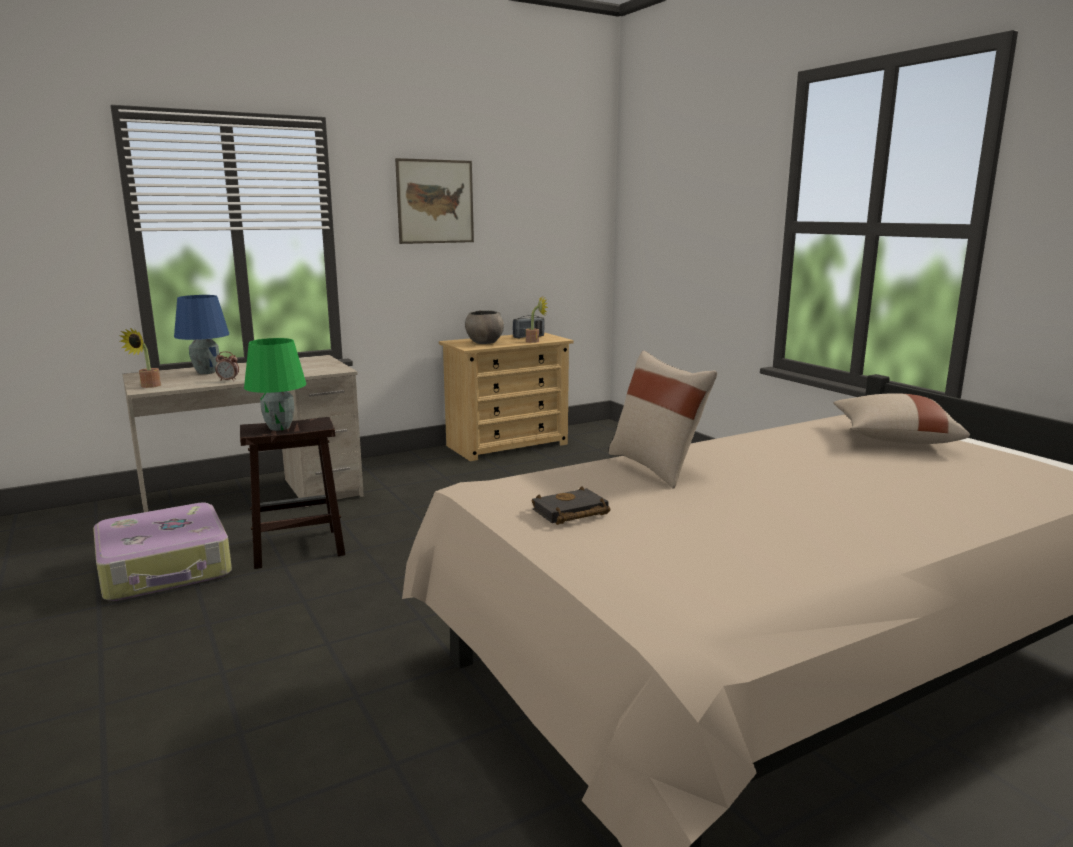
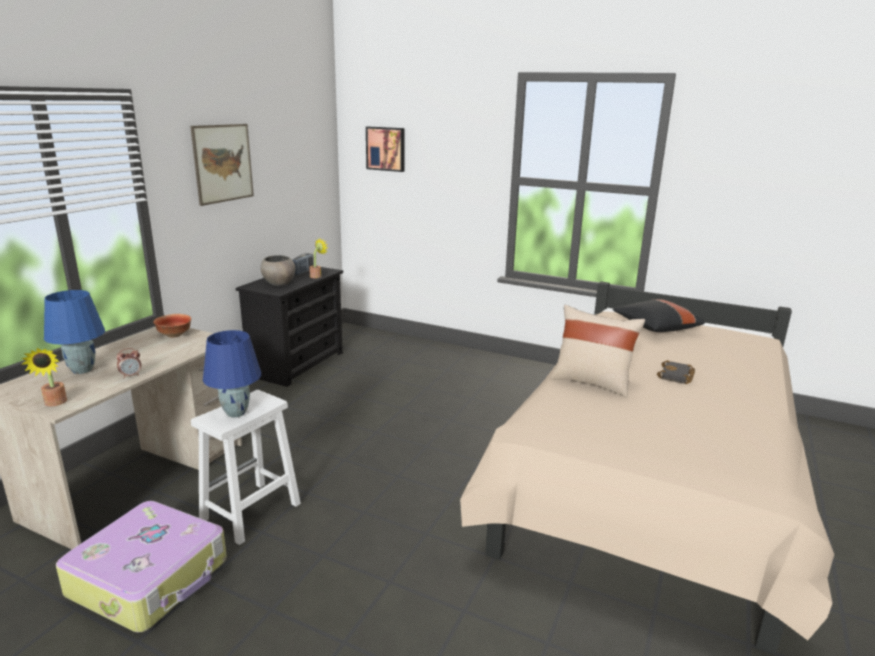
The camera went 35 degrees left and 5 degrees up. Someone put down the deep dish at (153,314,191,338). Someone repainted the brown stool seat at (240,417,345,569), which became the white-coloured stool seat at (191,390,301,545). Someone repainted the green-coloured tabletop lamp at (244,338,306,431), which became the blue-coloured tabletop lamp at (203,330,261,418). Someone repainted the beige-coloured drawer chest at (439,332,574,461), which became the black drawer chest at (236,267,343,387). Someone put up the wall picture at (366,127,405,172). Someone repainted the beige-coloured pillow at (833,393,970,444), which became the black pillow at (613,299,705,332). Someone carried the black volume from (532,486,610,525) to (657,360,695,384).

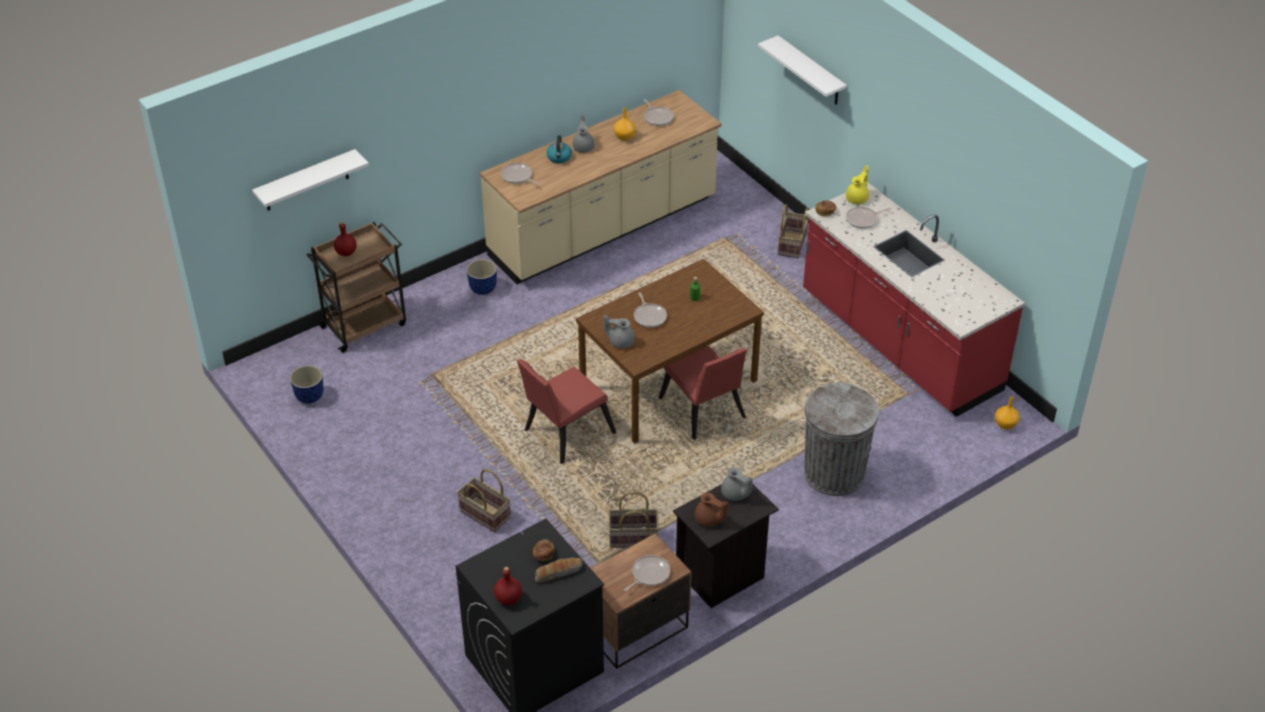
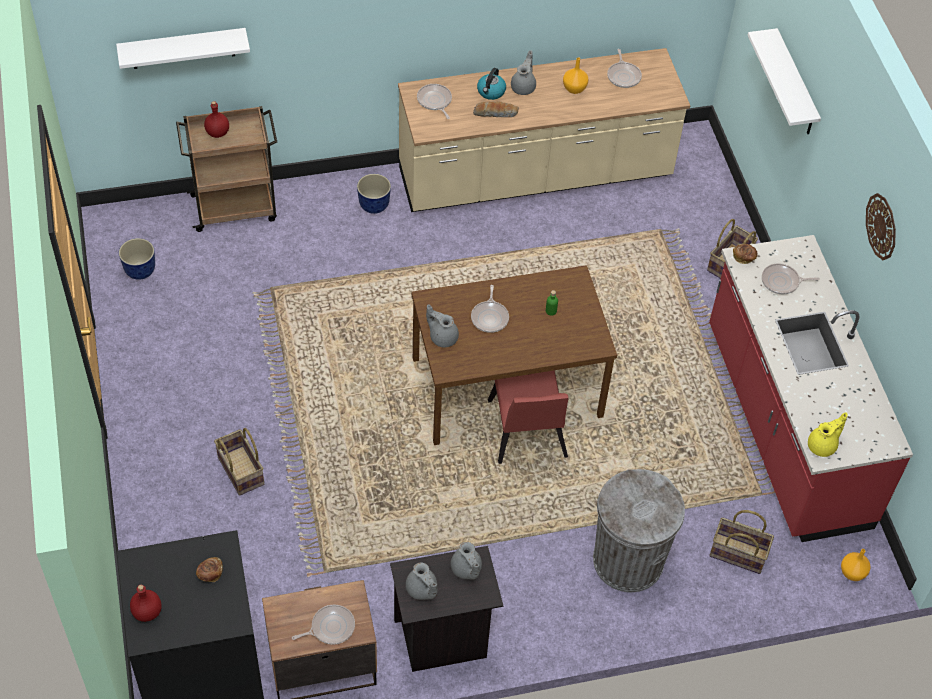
The camera went 20 degrees right and 10 degrees up. Someone repainted the brown pot for tea at (695,493,728,527), which became the greyish pot for tea at (406,563,437,600). Someone carried the bakery bread from (535,558,583,583) to (473,102,519,117). Someone carried the household basket from (608,491,659,548) to (709,510,774,574). Someone carried the yellow-coloured pot for tea from (846,165,869,204) to (808,412,848,457). Someone put up the hanging clock at (866,193,896,260). Someone took away the reddish upright chair at (517,359,617,464).

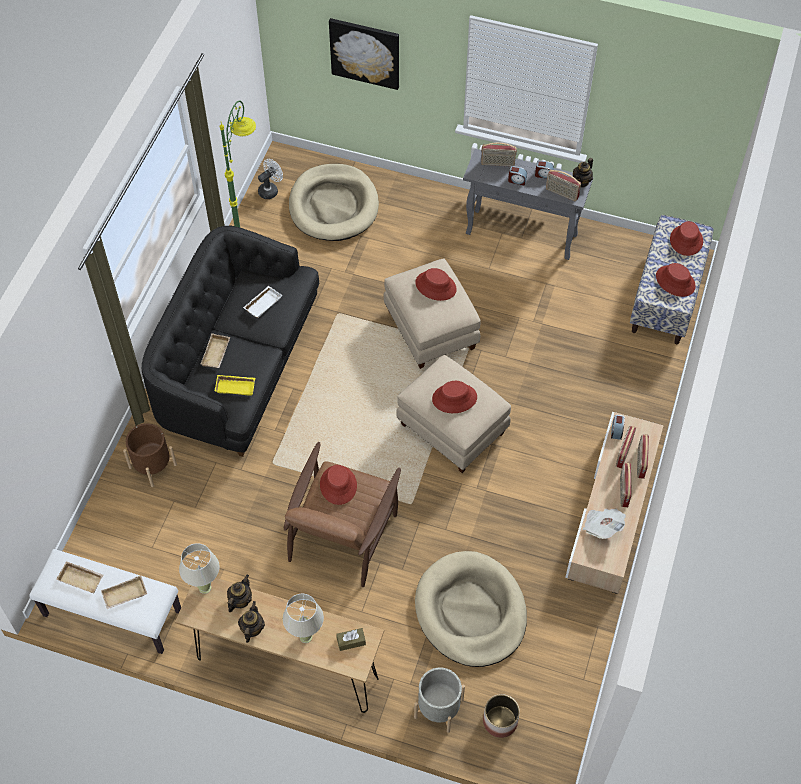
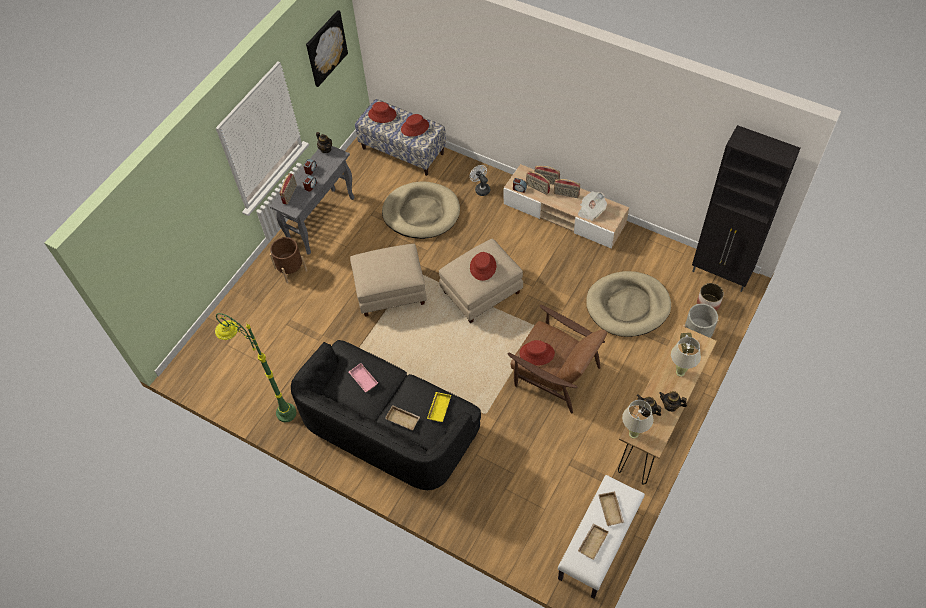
The camera went 75 degrees left and 0 degrees up. Someone carried the brown plant pot from (123,423,177,487) to (270,237,307,283). Someone carried the wall picture from (329,18,399,90) to (306,10,348,87). Someone repainted the white-coloured serving tray at (243,286,282,318), which became the pink-coloured serving tray at (349,363,378,392). Someone carried the beige-coloured pet bed from (289,164,379,241) to (382,181,460,239). Someone carried the white-coloured fan from (258,159,283,199) to (470,165,490,196). Someone put down the black cupboard at (692,125,800,292). Someone took away the reddish clothing hat at (415,268,457,301). Someone took away the radio at (546,170,581,201).

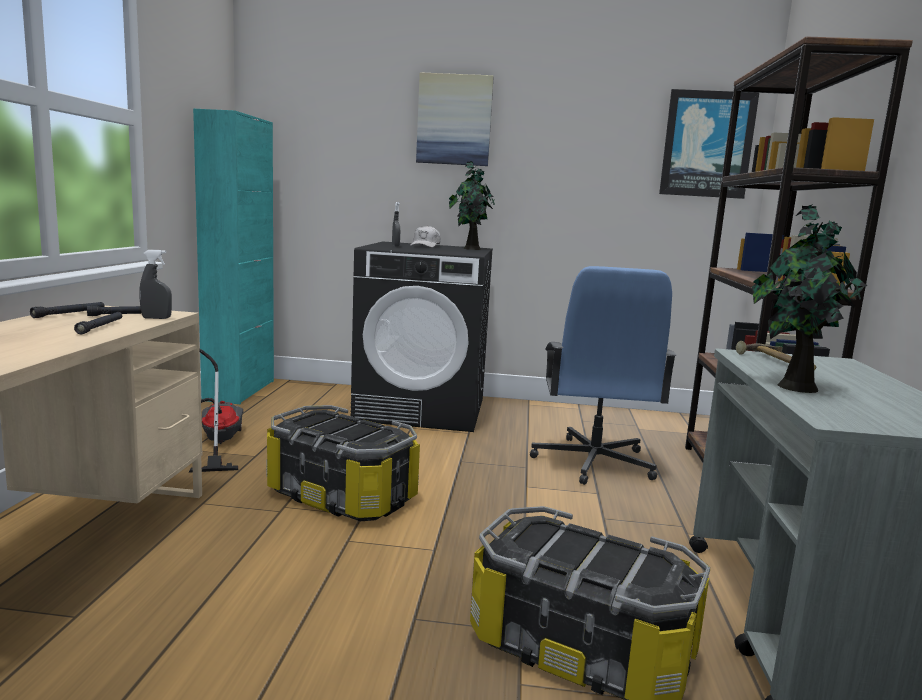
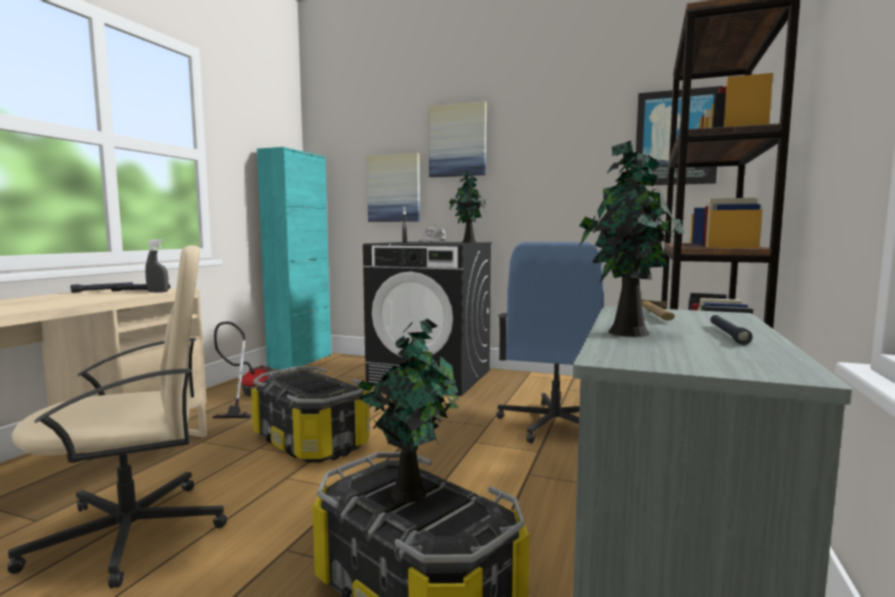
The camera went 15 degrees right and 5 degrees down. Someone put down the beige-coloured desk chair at (7,245,227,588). Someone put down the houseplant at (358,319,460,503). Someone put up the wall picture at (367,153,420,222). Someone carried the black torch from (74,312,122,334) to (710,315,753,345).

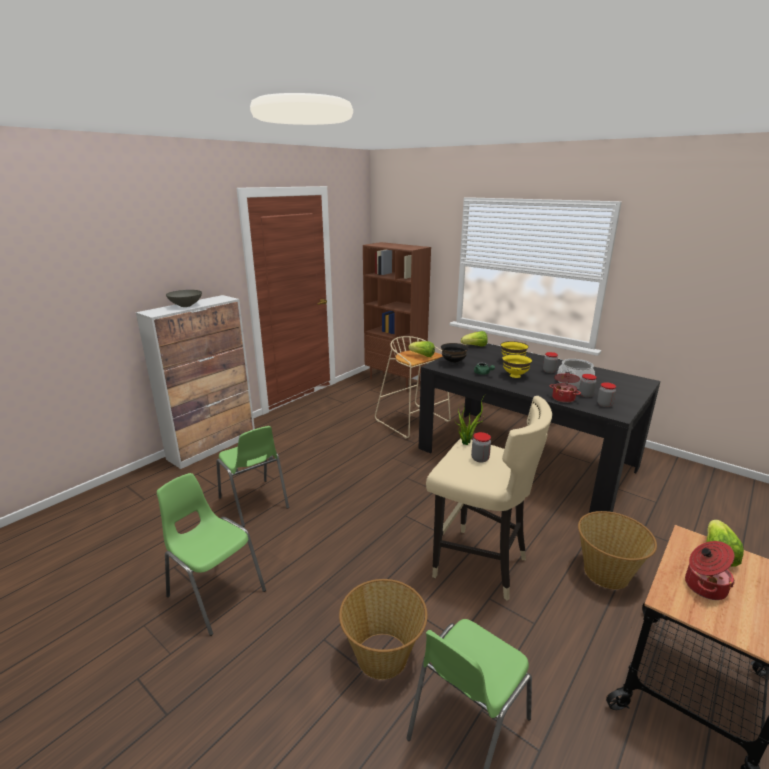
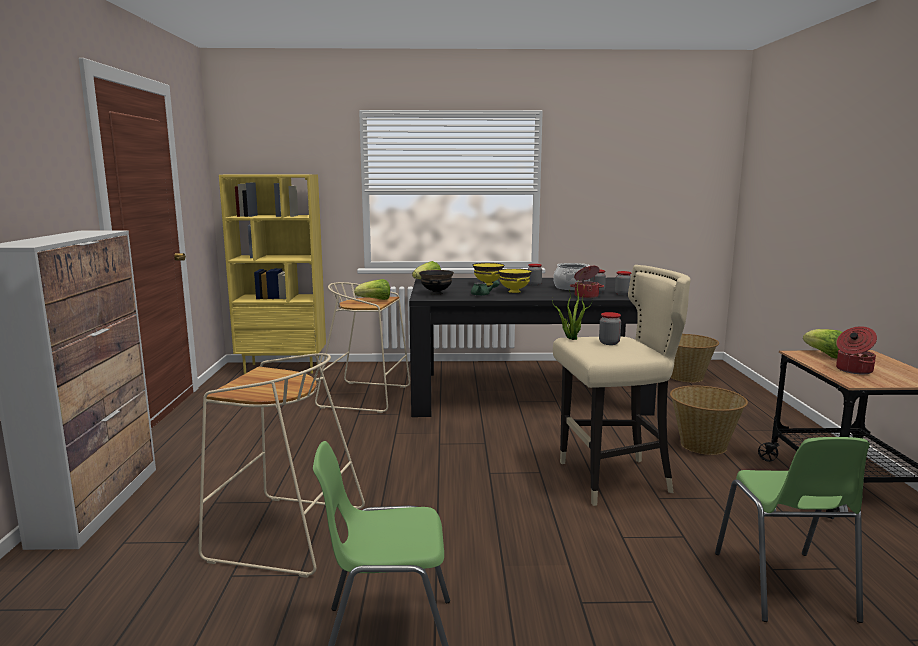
The camera went 40 degrees left and 10 degrees down. Someone swapped the green-coloured upright chair at (216,426,289,527) for the beige-coloured stool seat at (198,353,365,578). Someone repainted the brown shelving unit at (363,242,431,391), which became the yellow-coloured shelving unit at (219,175,326,374). Someone carried the household basket from (339,579,428,680) to (671,334,719,382). Someone took away the greyish deep dish at (166,290,202,307).

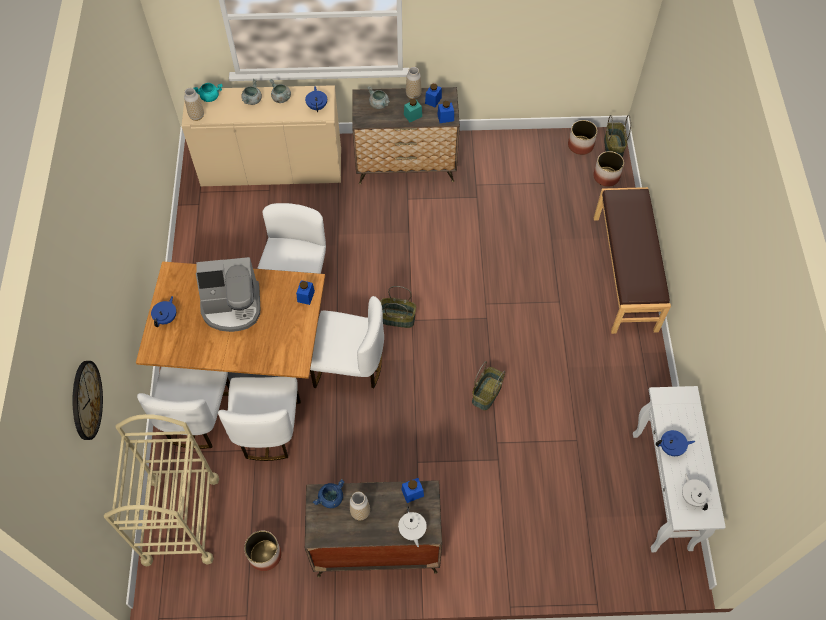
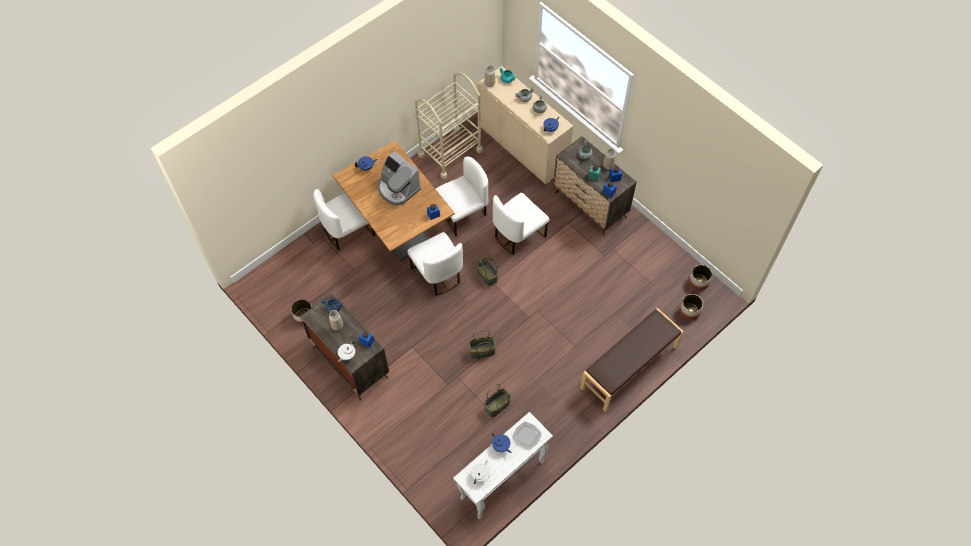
The camera went 50 degrees right and 0 degrees up. Someone carried the beige-coloured wheeled cart from (104,414,219,567) to (415,72,483,179). Someone carried the household basket from (604,115,631,158) to (484,383,511,417). Someone carried the white-coloured upright chair from (218,377,301,461) to (493,193,549,255). Someone put down the plate at (512,422,542,450). Someone took away the hanging clock at (73,361,103,440).

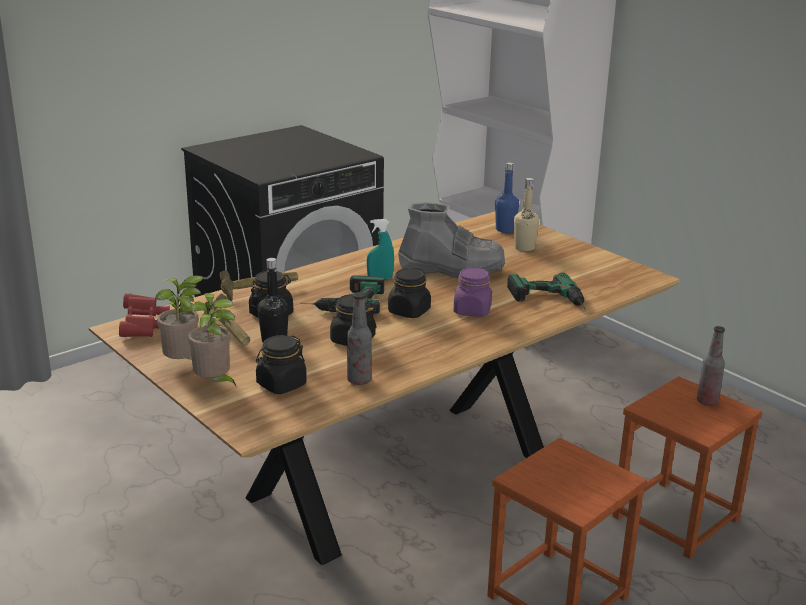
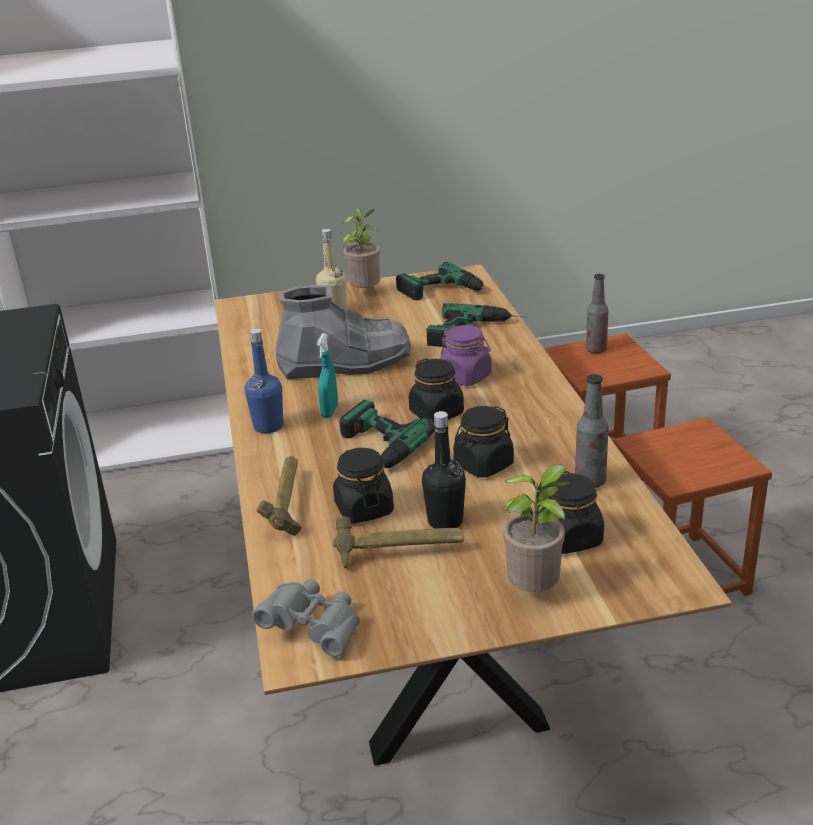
The camera went 60 degrees left and 5 degrees up. Someone carried the blue-coloured drink bottle from (495,162,519,233) to (245,329,283,433). Someone repainted the reddish field glasses at (119,293,170,337), which became the greyish field glasses at (252,579,360,657). Someone rotated the greyish high-top boot at (398,202,505,278) by 45 degrees clockwise. Someone carried the houseplant from (156,275,204,359) to (342,208,380,288). Someone put down the power drill at (396,262,491,300).

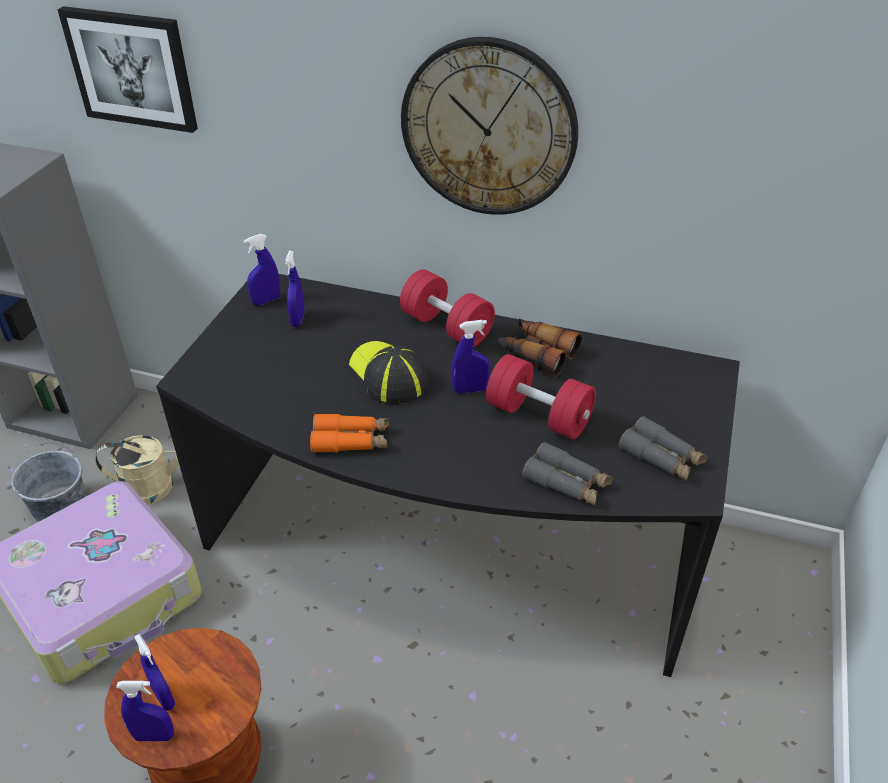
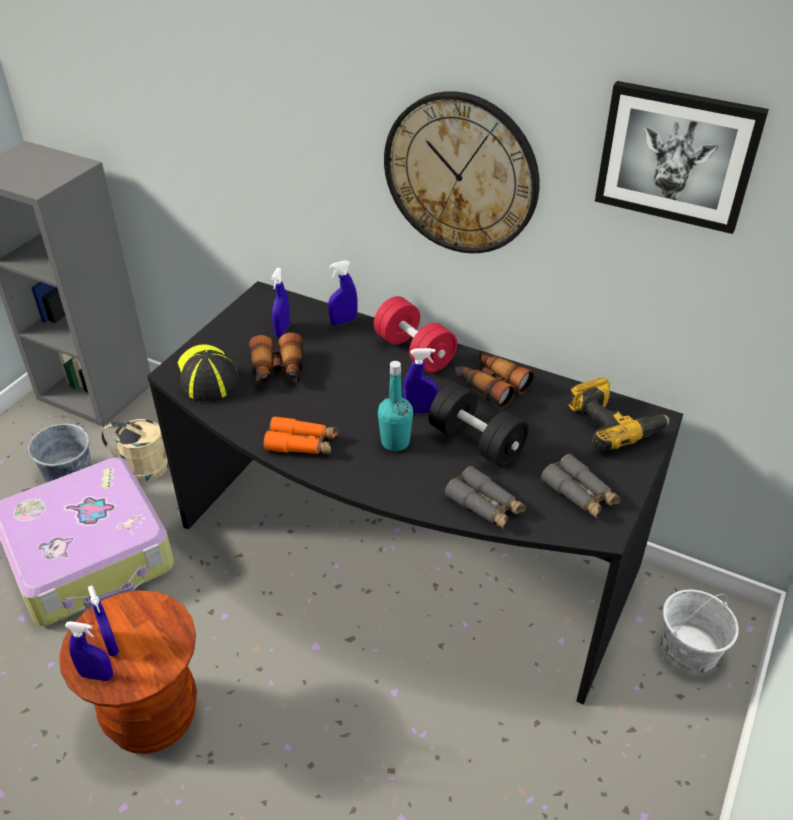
The camera went 10 degrees right and 0 degrees up. Someone carried the peaked cap from (349,341,429,404) to (177,344,240,402). Someone put down the field glasses at (248,332,304,387). Someone carried the blue-coloured hand sprayer from (244,234,280,306) to (328,260,357,325). Someone put down the turquoise-coloured drink bottle at (378,361,413,451). Someone repainted the reddish free weight at (486,354,596,439), which became the black free weight at (428,382,529,467). Someone put down the power drill at (568,377,670,453). Someone carried the wall picture from (57,6,198,133) to (595,81,769,234). Someone put down the white-coloured pail at (661,589,739,673).

